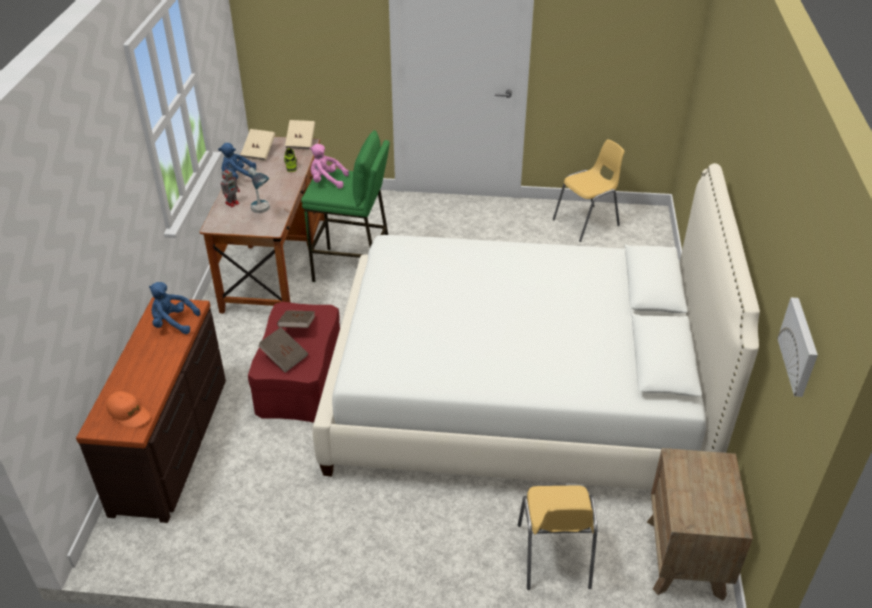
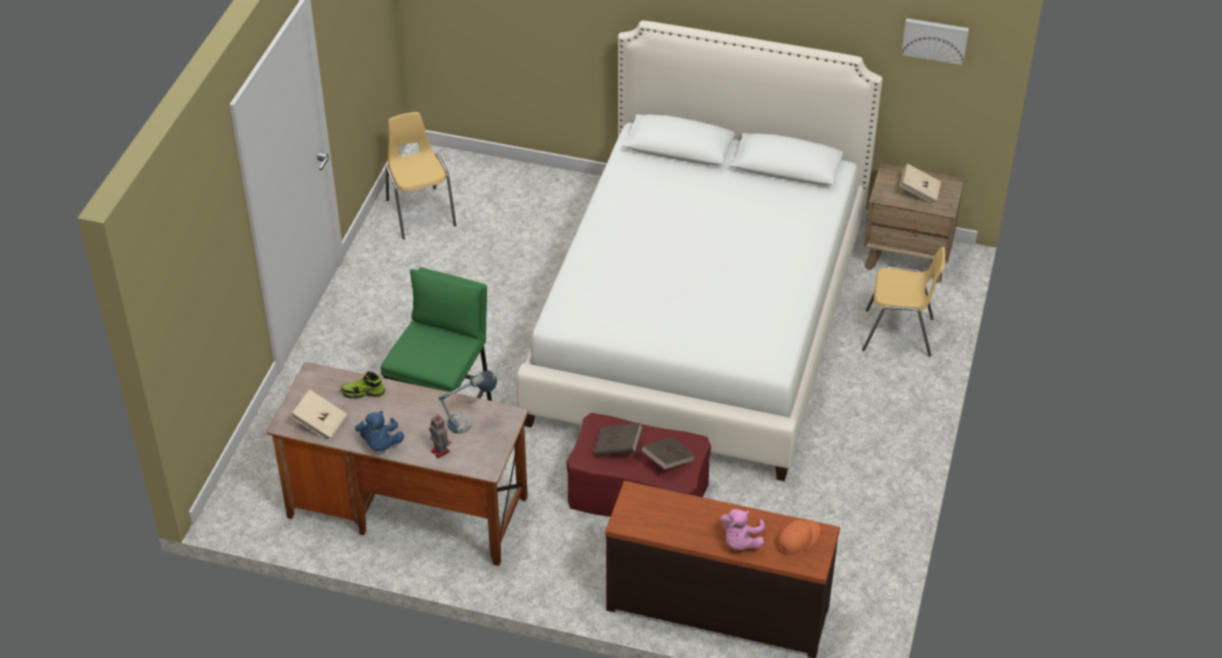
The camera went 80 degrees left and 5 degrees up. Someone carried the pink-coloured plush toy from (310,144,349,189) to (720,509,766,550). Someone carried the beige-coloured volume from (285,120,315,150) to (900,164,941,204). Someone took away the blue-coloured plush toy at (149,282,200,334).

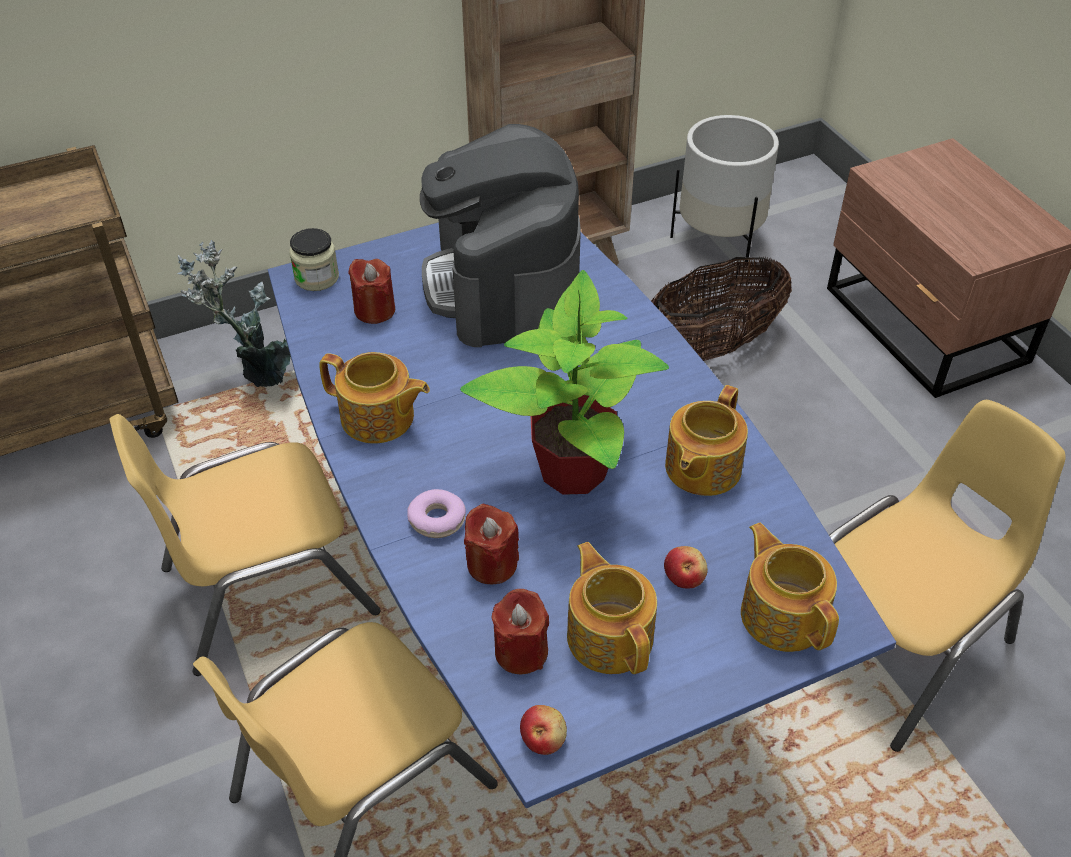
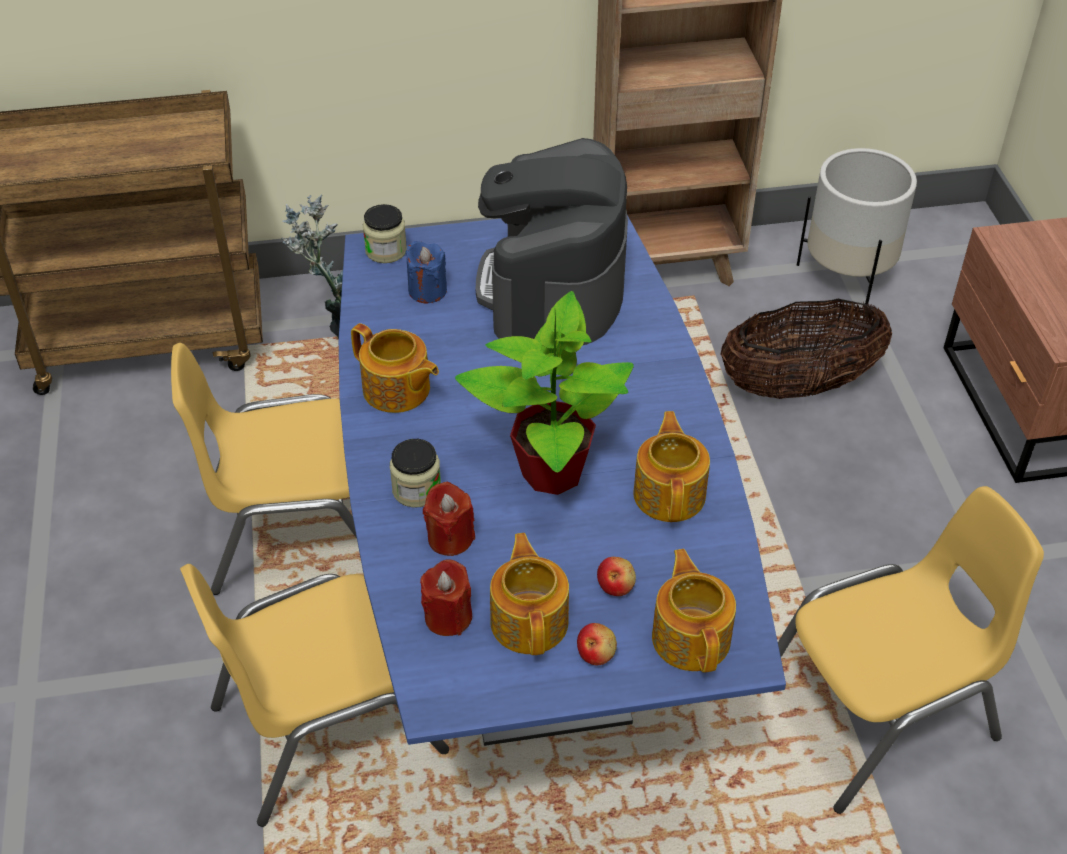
The camera went 15 degrees right and 0 degrees up. Someone swapped the ring doughnut at (407,489,466,538) for the preserve jar at (390,439,441,507). Someone repainted the reddish wax light at (348,259,395,324), which became the blue-coloured wax light at (405,241,447,303). Someone carried the apple fruit from (520,705,567,755) to (577,623,617,665). Someone rotated the pot for tea at (665,385,748,496) by 135 degrees clockwise.

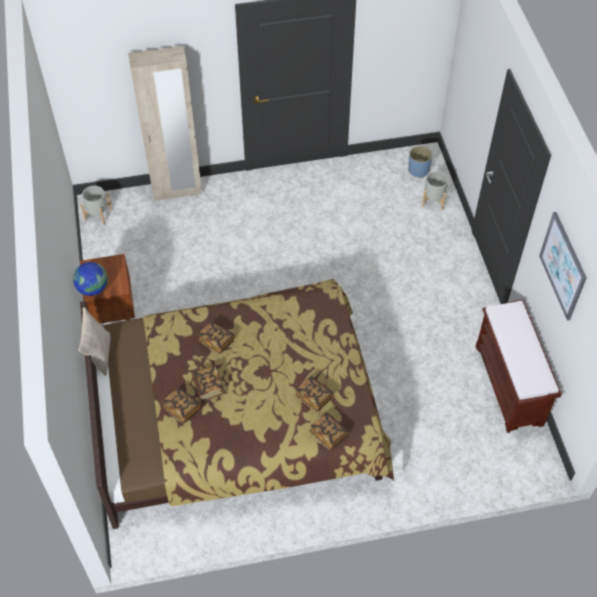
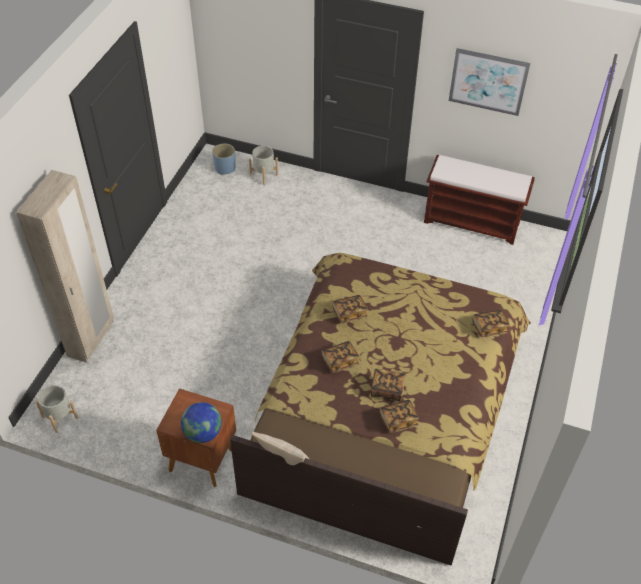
The camera went 60 degrees left and 5 degrees down. Someone carried the volume from (295,376,334,412) to (332,295,368,323).

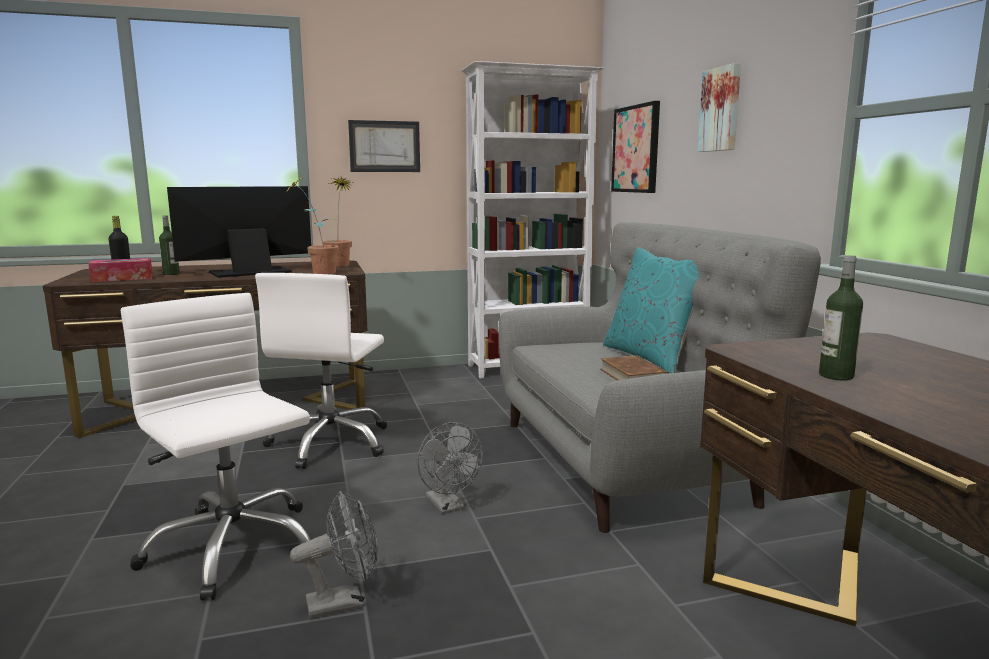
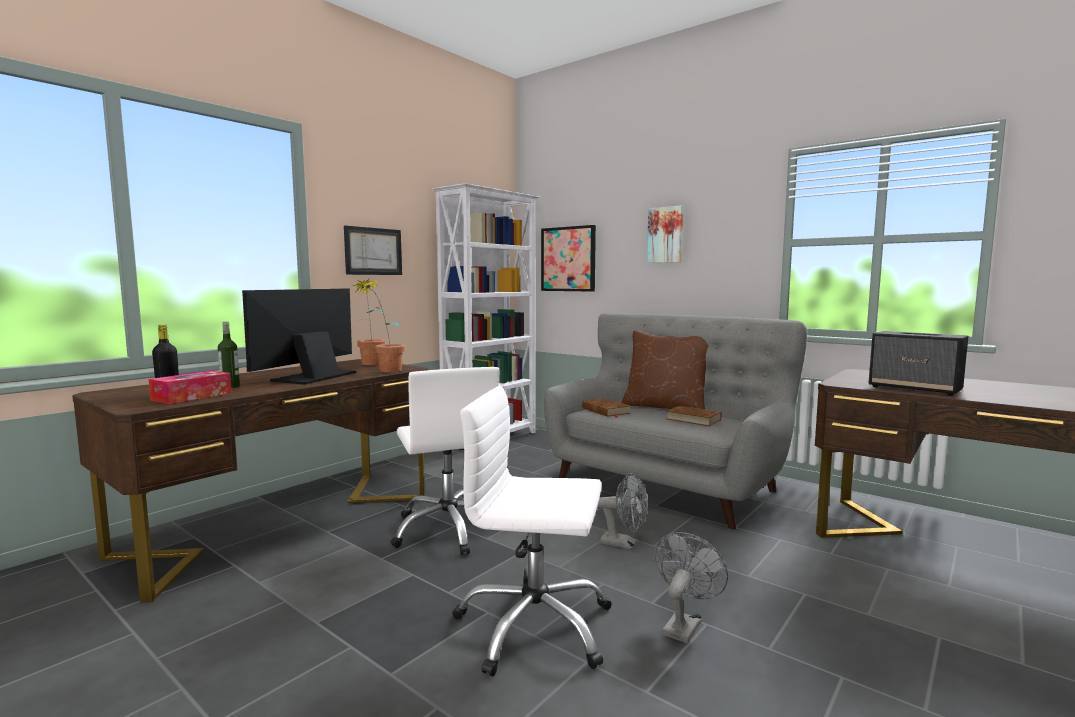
The camera went 35 degrees left and 5 degrees down. Someone put down the brown volume at (582,398,631,418). Someone repainted the turquoise-coloured pillow at (603,248,699,373), which became the brown pillow at (621,331,708,410). Someone swapped the drink bottle at (819,255,863,380) for the speaker at (869,331,968,396).

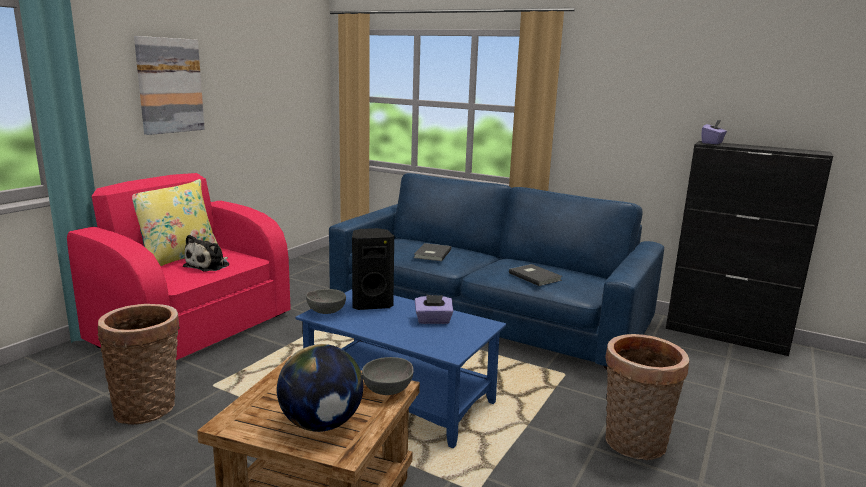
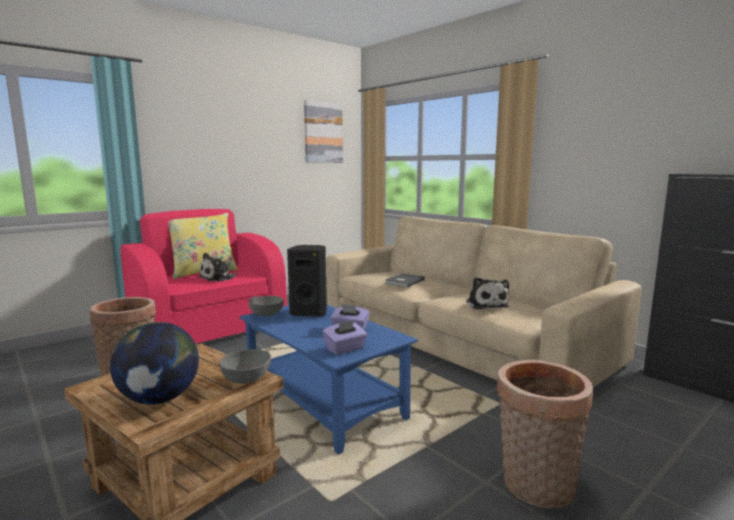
The camera went 20 degrees right and 5 degrees down. Someone carried the wall picture from (134,36,205,135) to (304,100,343,163). Someone carried the purplish box of tissues from (702,120,727,144) to (322,320,367,355). Someone repainted the blue-coloured sofa at (329,173,664,369), which became the beige-coloured sofa at (327,216,642,387). Someone swapped the greyish volume at (509,264,562,286) for the plush toy at (466,277,509,310).

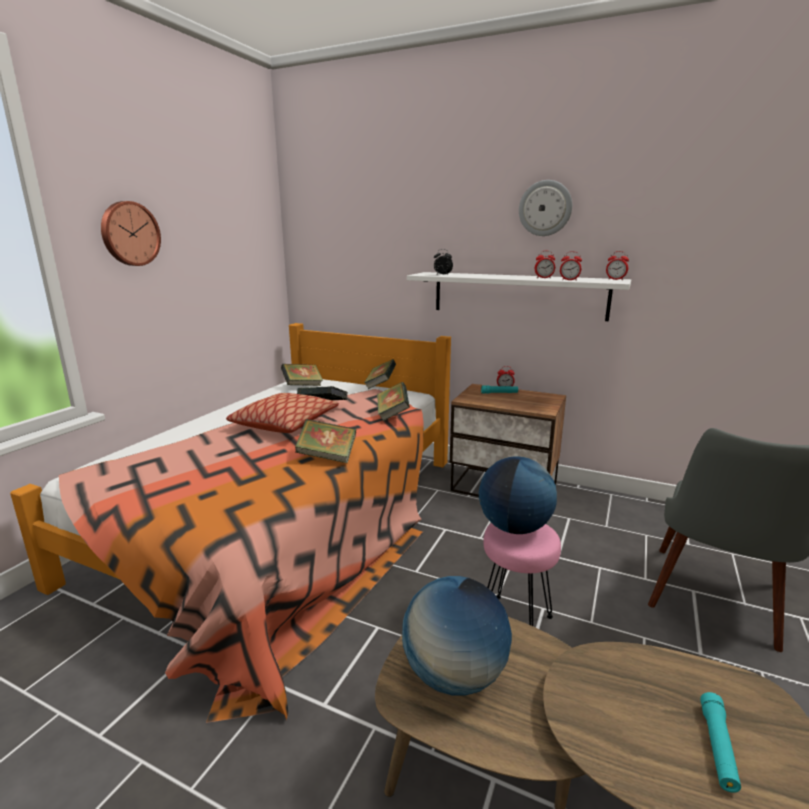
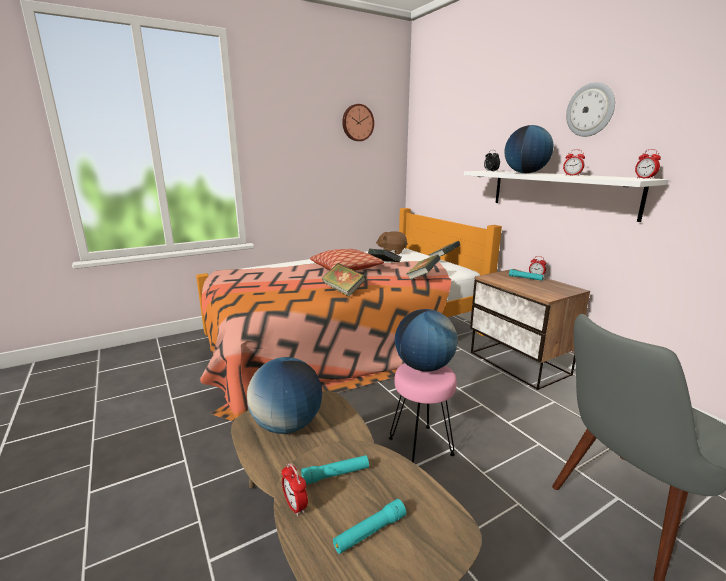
The camera went 35 degrees right and 0 degrees up. Someone carried the table clock from (560,251,582,281) to (281,463,308,516). Someone put down the turquoise-coloured torch at (301,455,369,485). Someone carried the hanging clock from (101,201,161,266) to (342,104,374,141). Someone swapped the volume at (281,364,323,386) for the brown plush toy at (376,231,408,254). Someone put down the globe at (504,125,554,173).

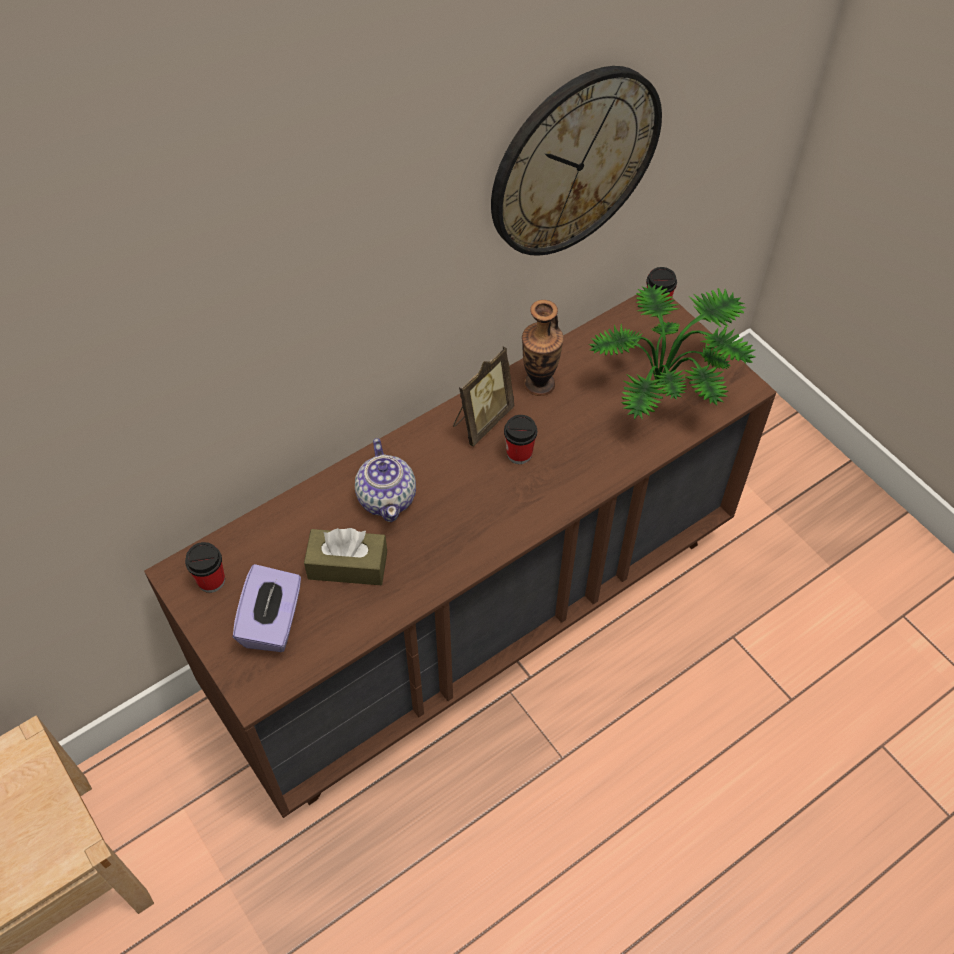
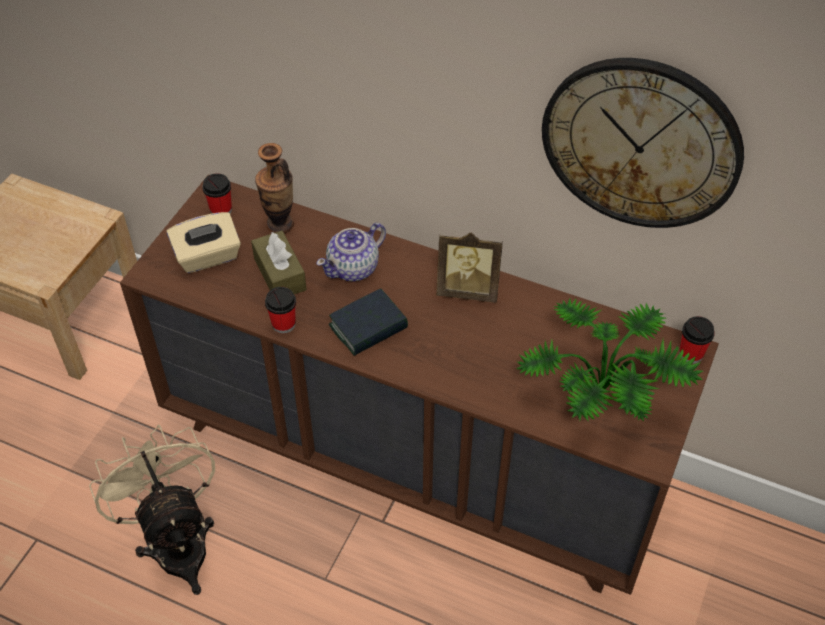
The camera went 60 degrees right and 5 degrees down. Someone put down the beige-coloured fan at (89,425,215,595). Someone repainted the purplish box of tissues at (233,564,301,652), which became the beige-coloured box of tissues at (167,212,241,273). Someone carried the vase from (522,300,564,396) to (255,143,294,234). Someone carried the small cup from (504,415,537,464) to (265,287,296,333). Someone put down the volume at (329,288,408,356).

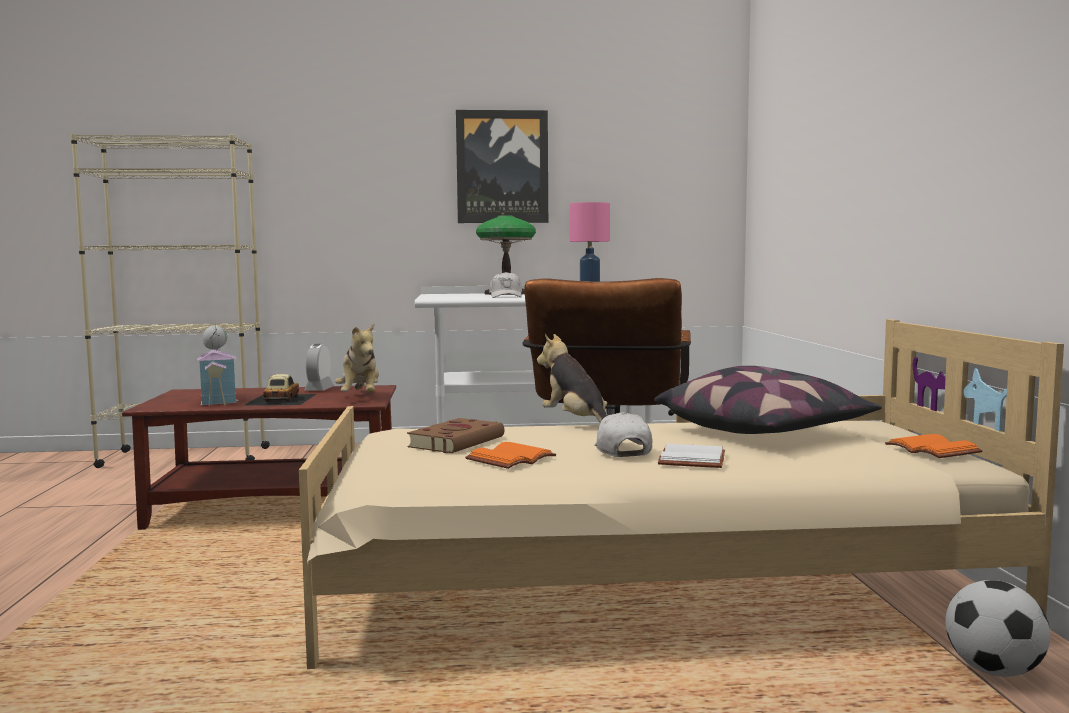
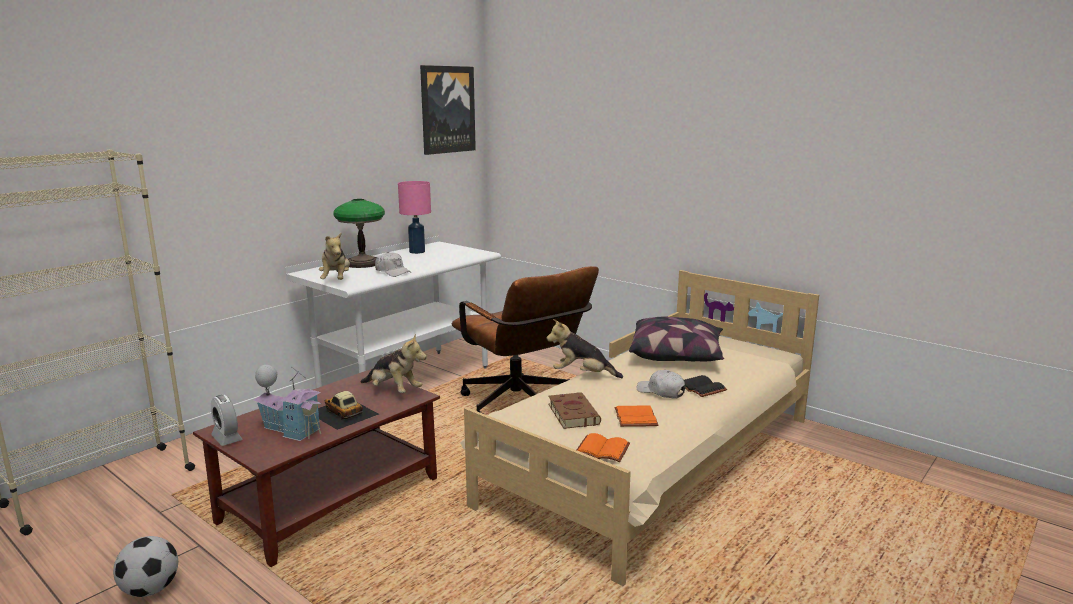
The camera went 45 degrees left and 10 degrees up. Someone carried the football ball from (946,580,1050,677) to (113,536,178,597). Someone carried the table clock from (304,344,334,391) to (211,395,243,446). Someone put down the plush toy at (319,233,350,280). Someone carried the wall picture from (456,110,548,223) to (420,65,476,155). Someone carried the orange-coloured volume from (885,434,983,458) to (577,433,630,462). Someone repainted the white-coloured volume at (658,444,725,468), which became the black volume at (684,375,727,397).

